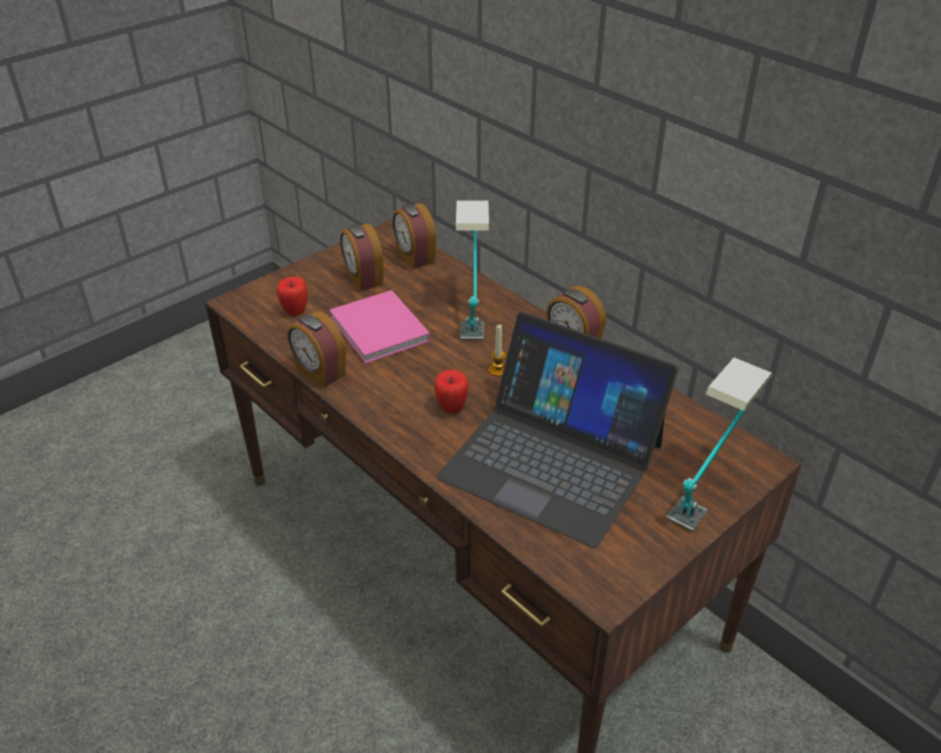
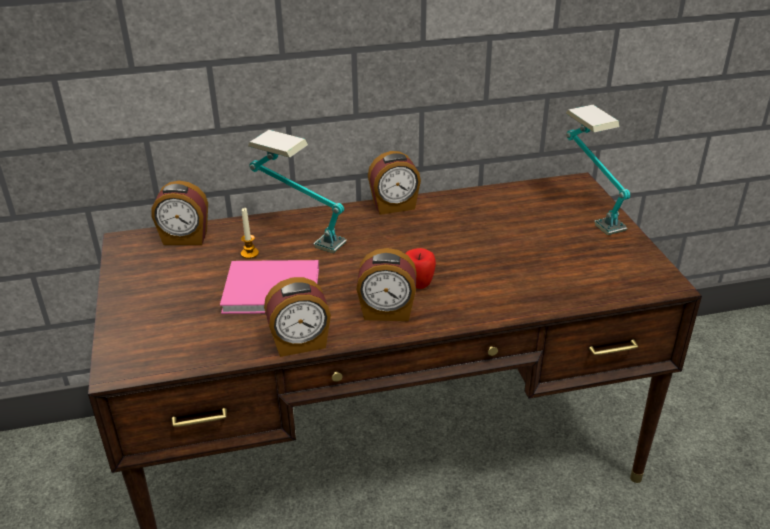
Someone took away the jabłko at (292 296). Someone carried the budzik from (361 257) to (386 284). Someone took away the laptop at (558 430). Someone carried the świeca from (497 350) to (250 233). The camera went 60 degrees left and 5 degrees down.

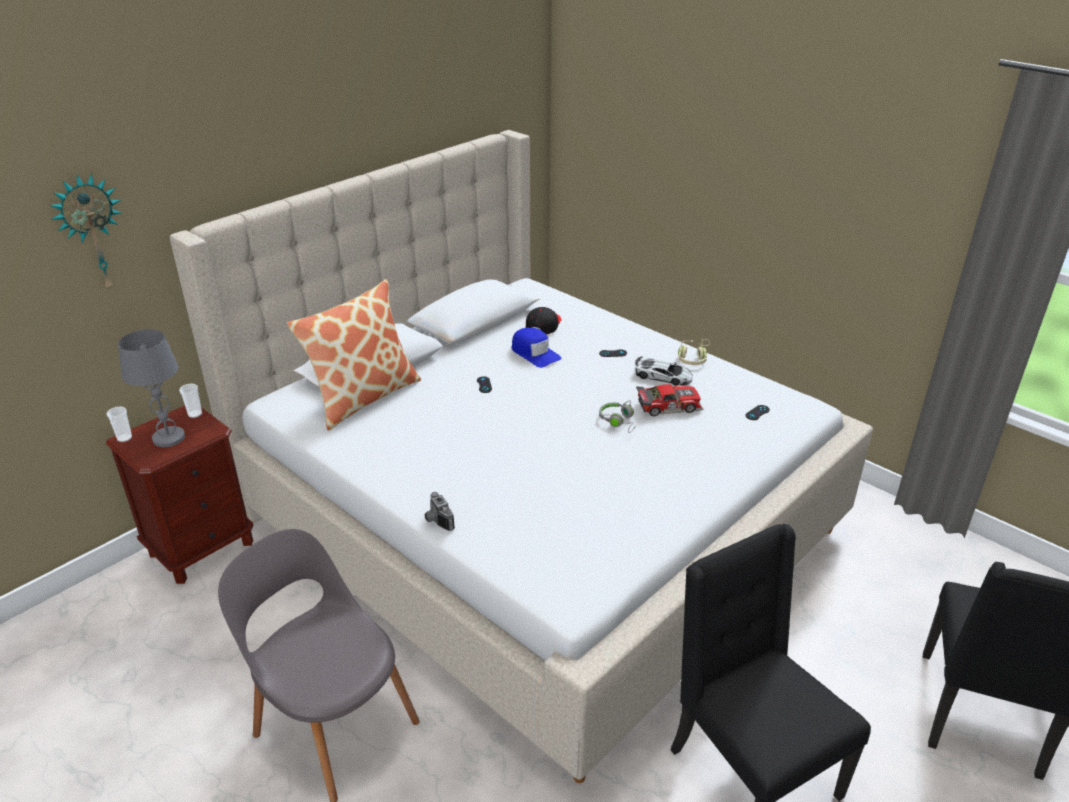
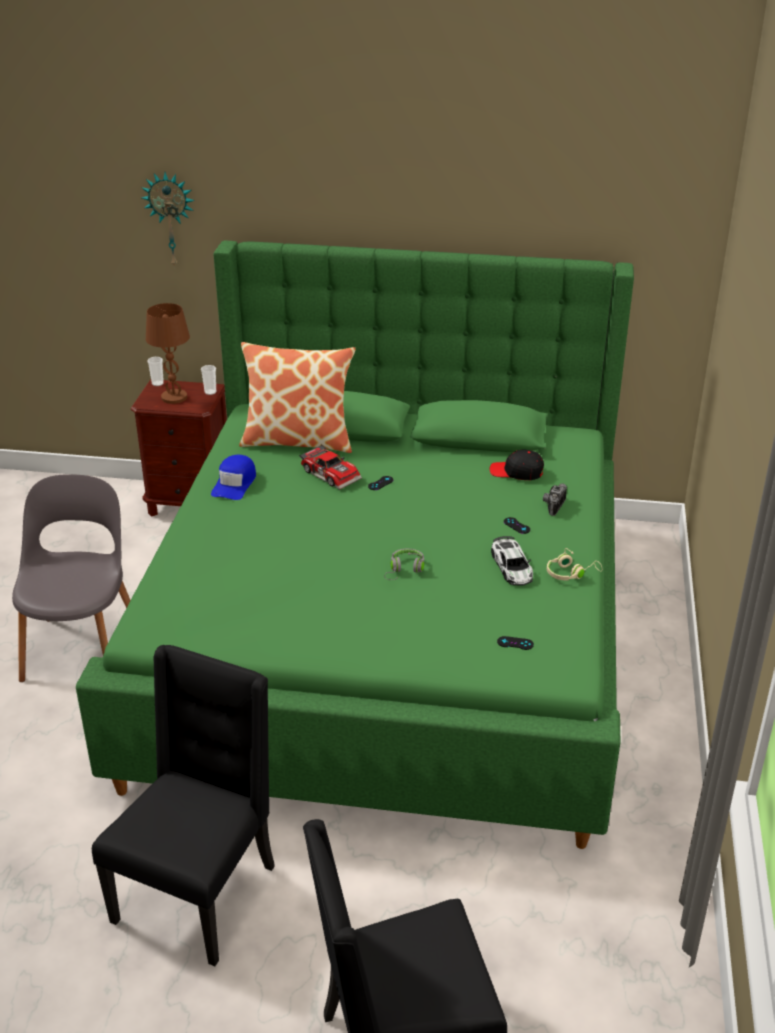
Someone repainted the lampa stołowa (szary) at (151 388), which became the lampa stołowa (brązowy) at (168 353). Someone repainted the łóżko (beżowy) at (521 456), which became the łóżko (zielony) at (355 544). Someone carried the aparat fotograficzny from (440 511) to (555 500). Someone carried the czapka z daszkiem (niebieski) from (536 347) to (233 477). Someone rotated the czapka z daszkiem (czarny) at (544 320) by 150 degrees counterclockwise. Someone carried the samochodzik from (669 400) to (330 467). The camera went 55 degrees right and 0 degrees up.

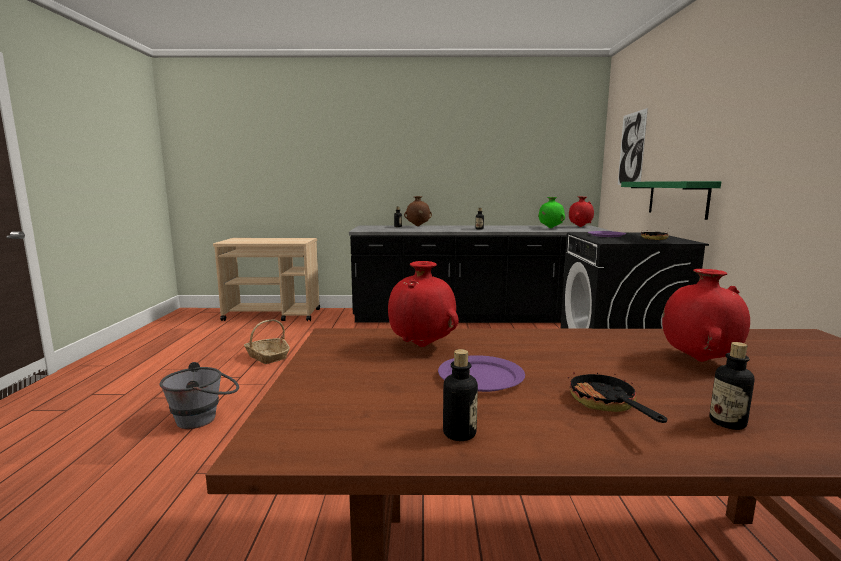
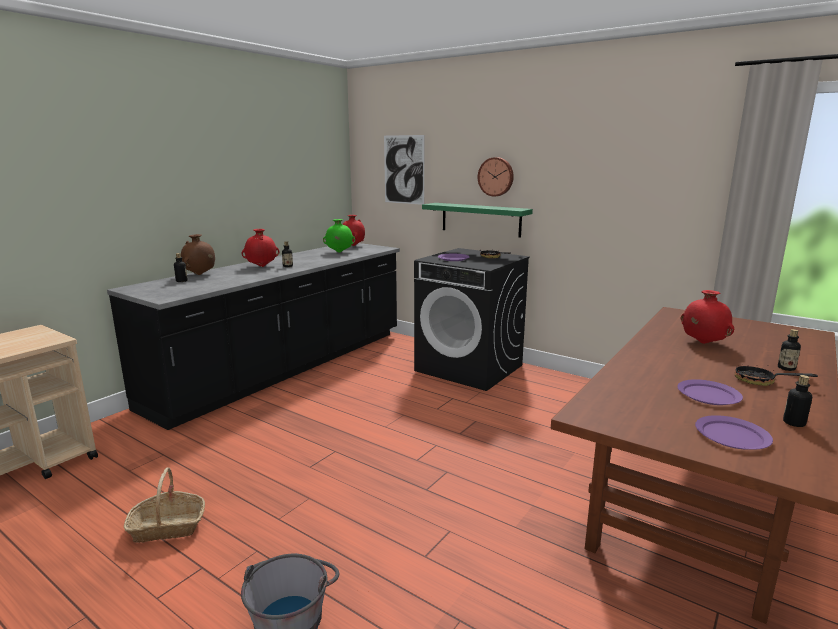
Someone carried the wazon (czerwony) from (423 304) to (261 248). Someone put up the zegar ścienny at (496 177). Someone put down the talerz (fioletowy) at (734 432). The camera went 55 degrees left and 5 degrees up.

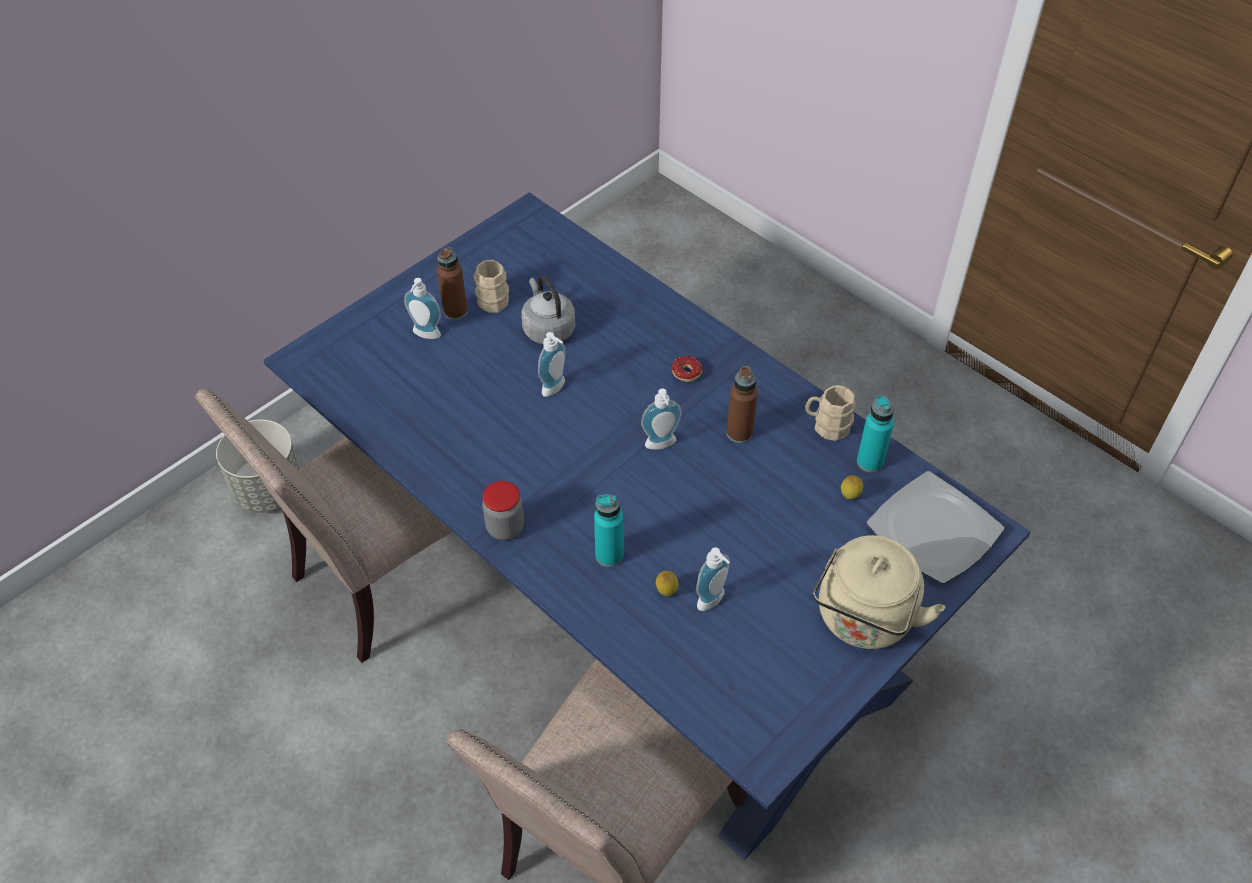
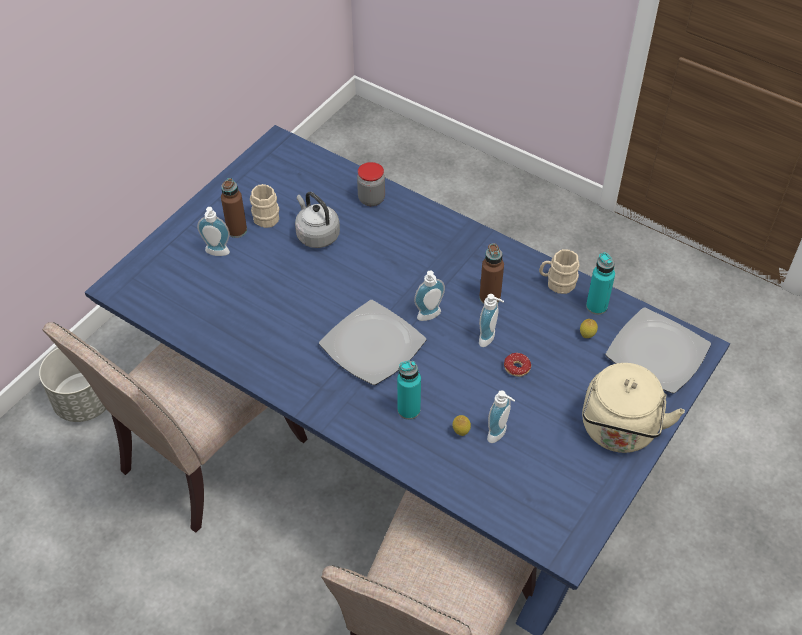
Someone carried the słoik from (503 511) to (371 184). Someone carried the dozownik mydła from (551 364) to (491 320). Someone carried the donut from (687 369) to (517 365). Someone put down the talerz at (372 342). The camera went 10 degrees left and 0 degrees up.

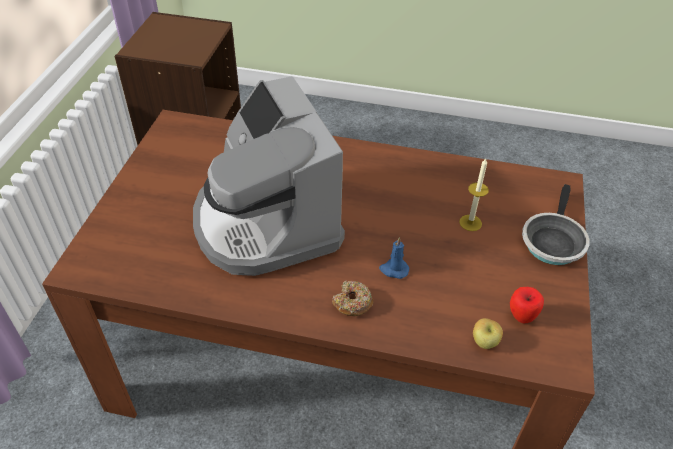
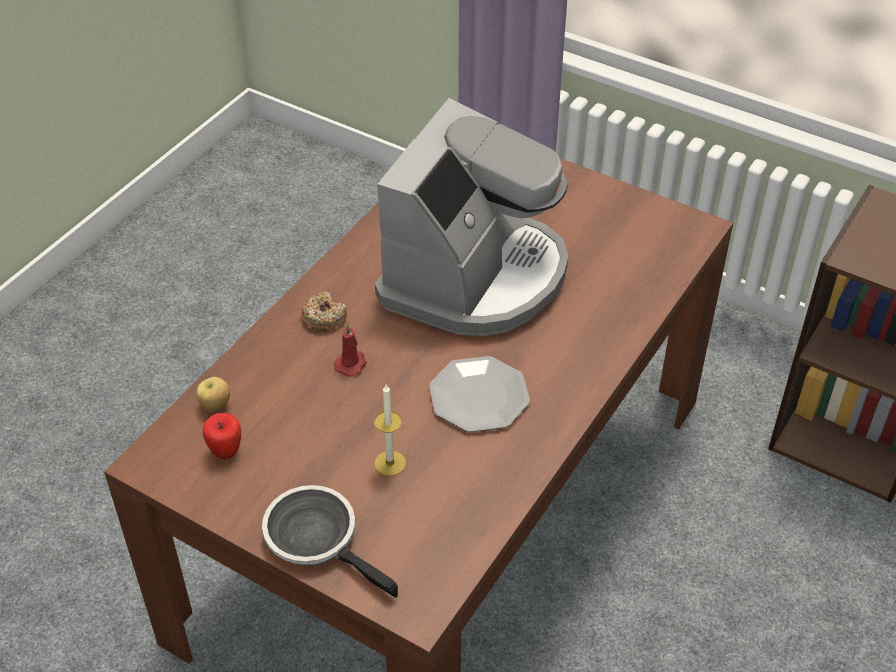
Someone rotated the ekspres do kawy at (269 176) by 120 degrees clockwise. Someone repainted the świeca (niebieski) at (394 258), which became the świeca (czerwony) at (350 350). Someone put down the talerz at (479 394). The camera went 110 degrees right and 0 degrees up.

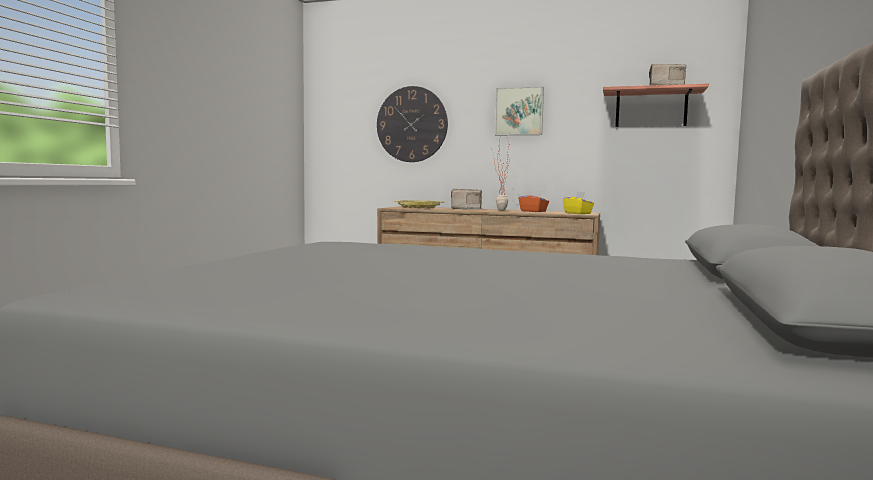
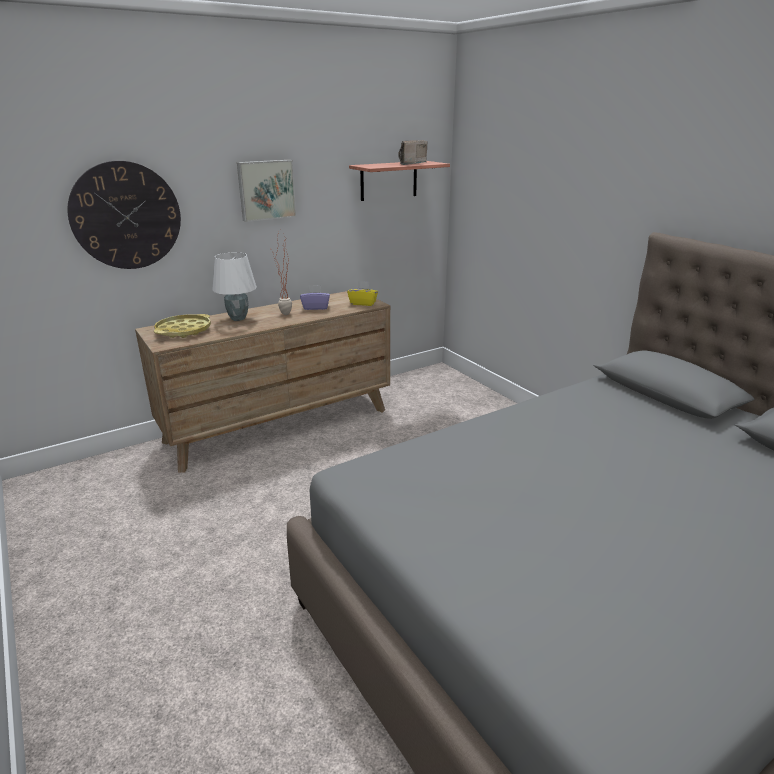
Someone swapped the radio at (466 199) for the lampa stołowa (biały) at (235 286). Someone repainted the pudełko chusteczek (pomarańczowy) at (533 201), which became the pudełko chusteczek (fioletowy) at (315 297). The camera went 50 degrees left and 20 degrees up.

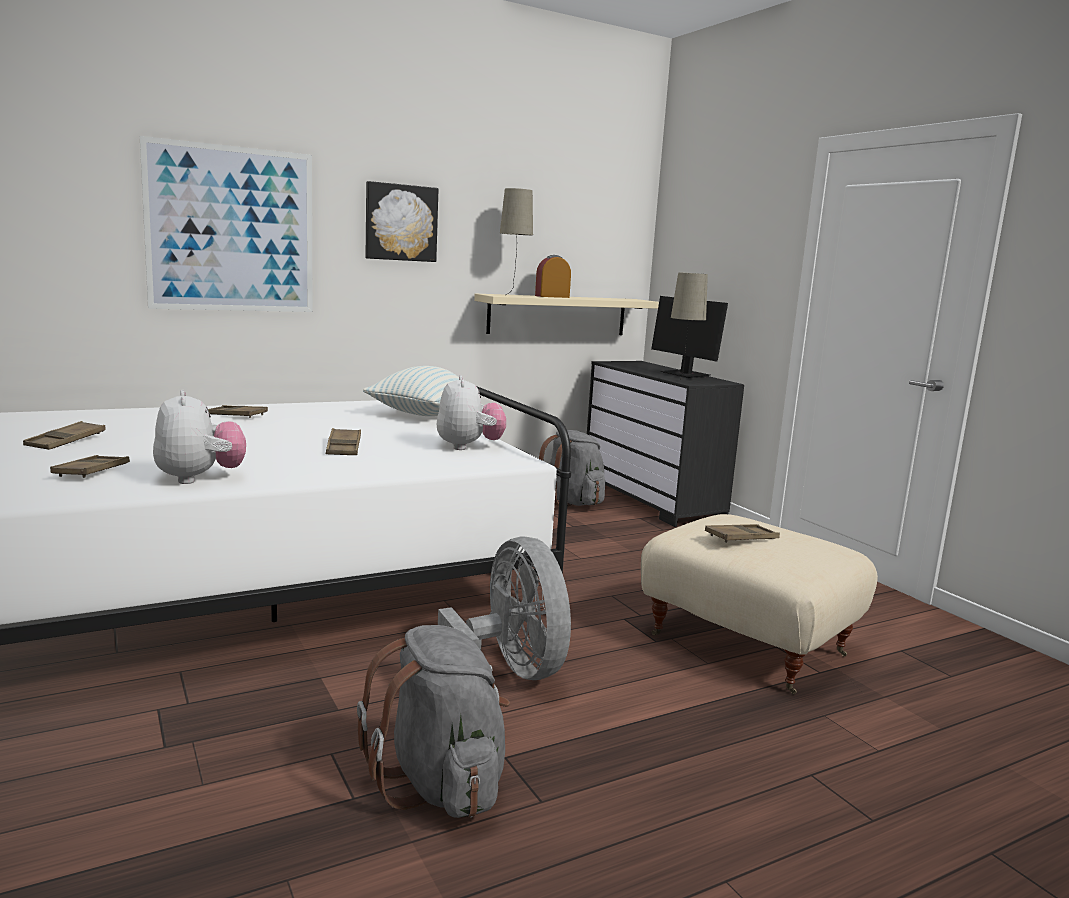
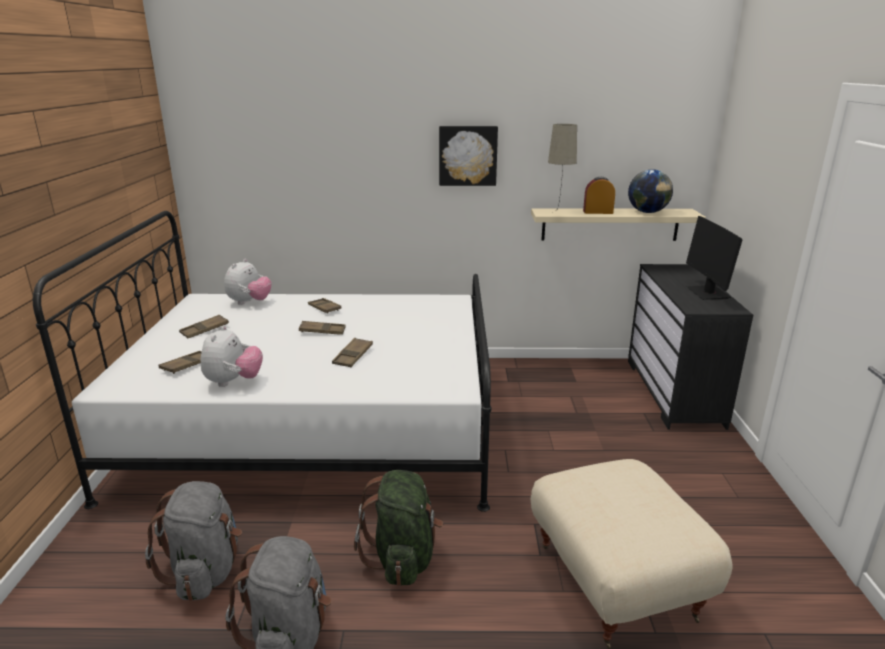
Someone took away the obraz at (226 224). Someone took away the poduszka at (411 391). Someone carried the pluszak from (471 412) to (248 282). Someone swapped the wentylator (szary) at (504 608) for the plecak (zielony) at (398 528). Someone carried the plecak (szary) from (572 468) to (193 541). Someone took away the lampa stołowa (beżowy) at (689 326). Someone carried the taca (brązowy) from (742 533) to (322 328). Someone put down the globus at (650 191). The camera went 30 degrees right and 10 degrees up.

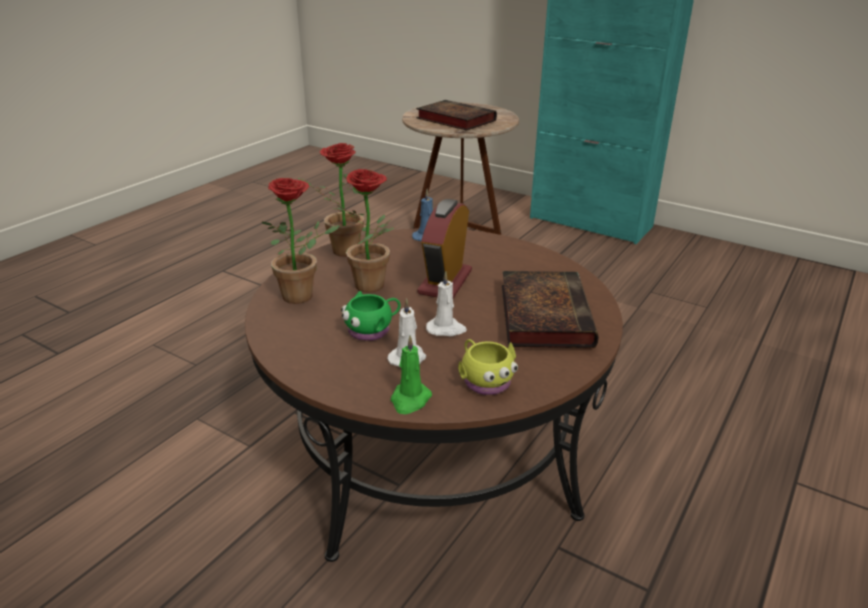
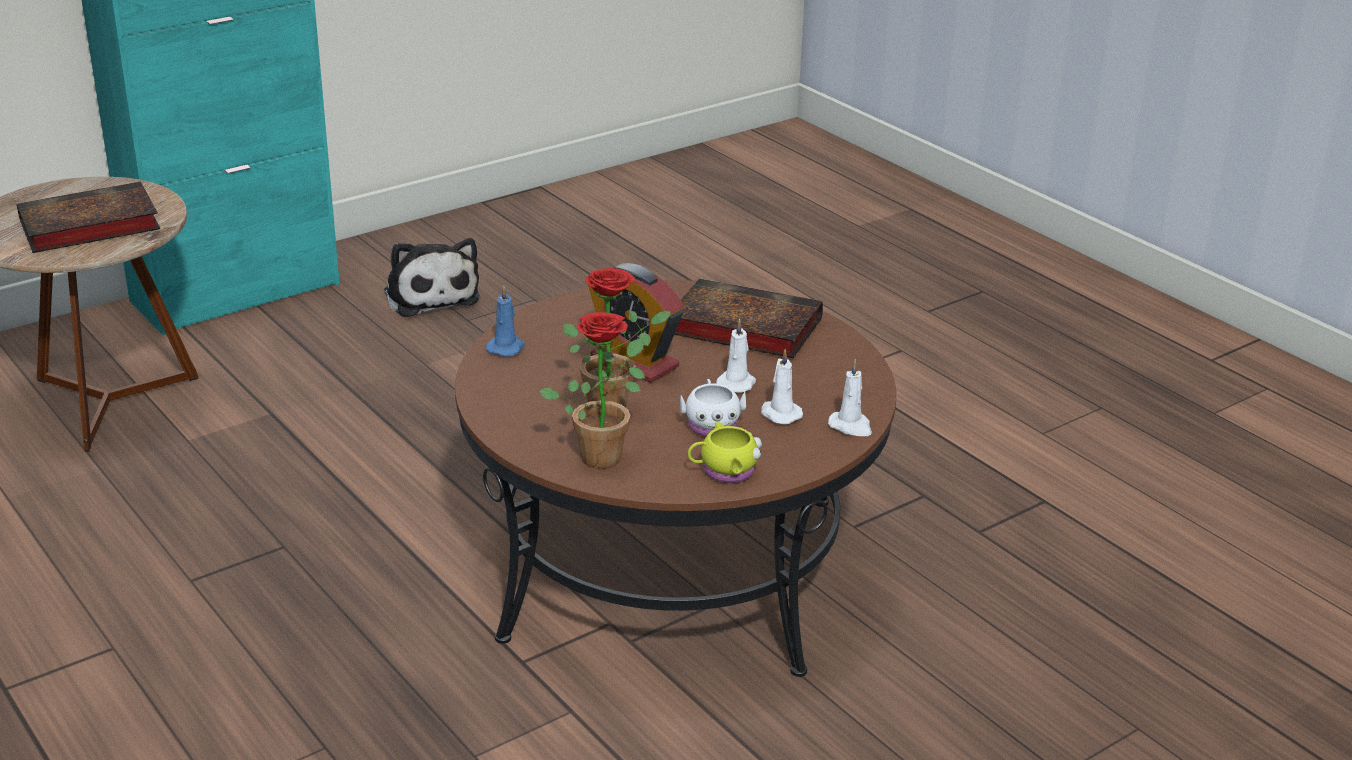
Someone took away the roślina doniczkowa at (331 200). Someone repainted the kubek (zielony) at (371 316), which became the kubek (biały) at (713 408). Someone repainted the świeca (zielony) at (411 374), which became the świeca (biały) at (850 397). Someone carried the kubek (żółty) from (488 367) to (725 452). Someone put down the pluszak at (432 277). The camera went 70 degrees left and 0 degrees up.

